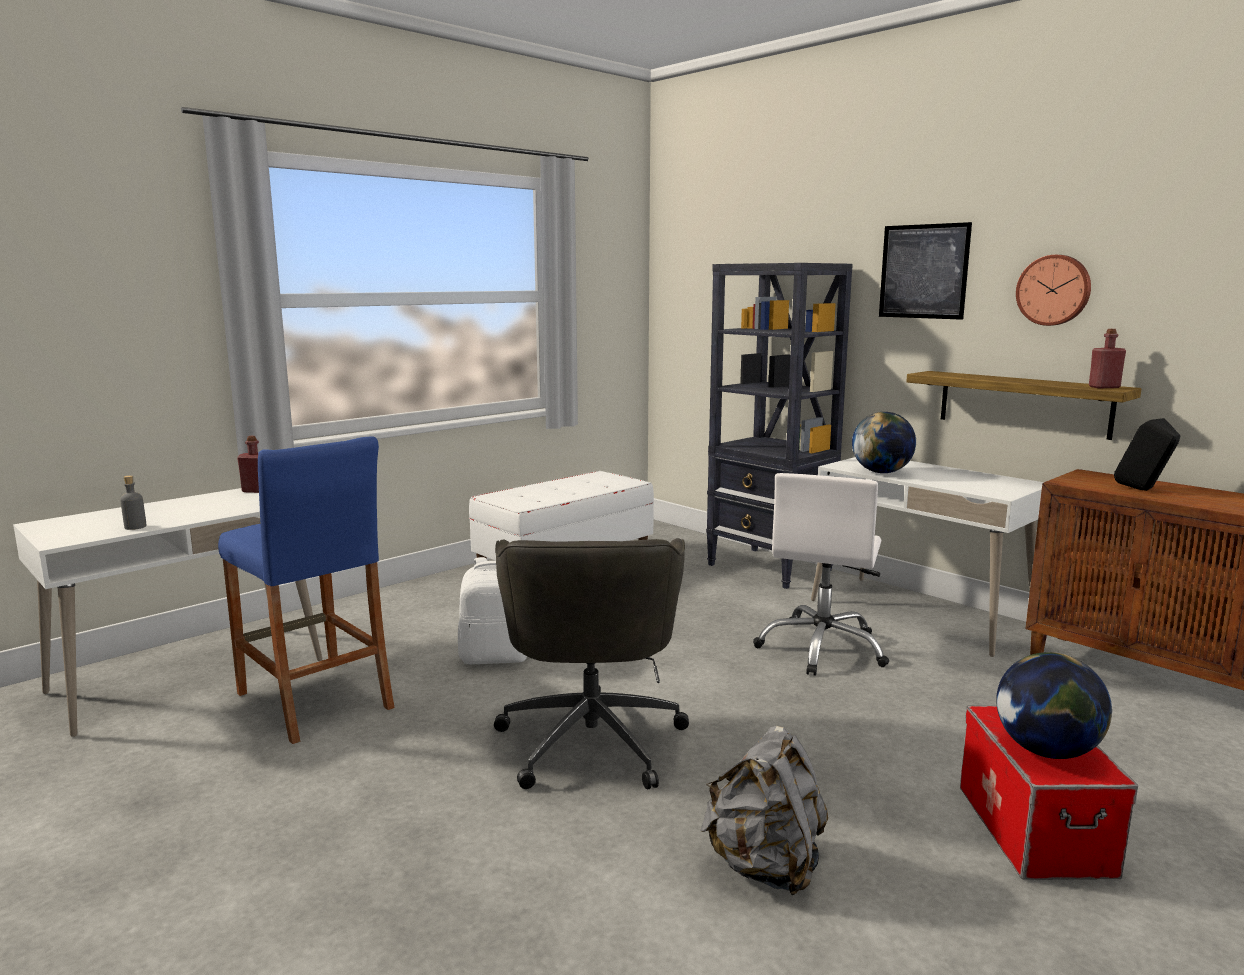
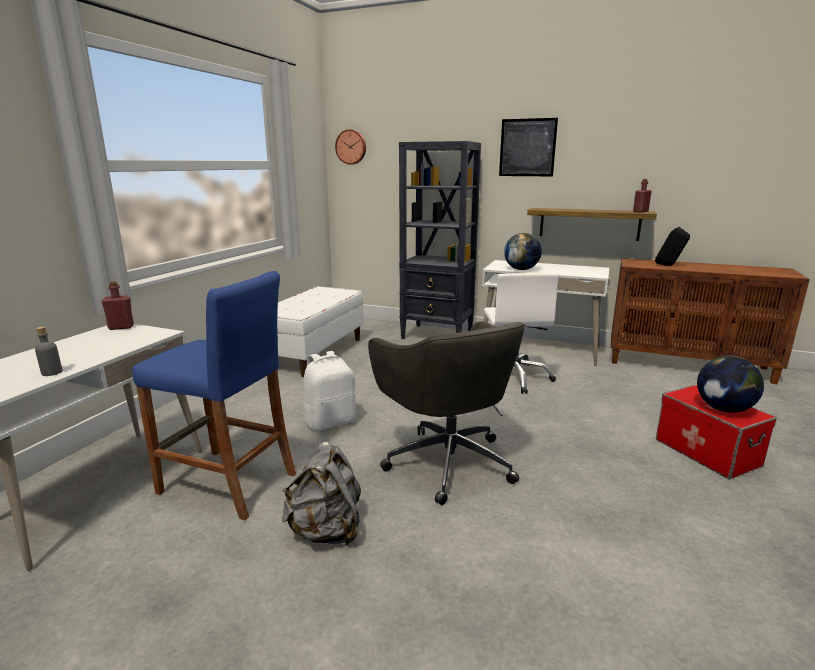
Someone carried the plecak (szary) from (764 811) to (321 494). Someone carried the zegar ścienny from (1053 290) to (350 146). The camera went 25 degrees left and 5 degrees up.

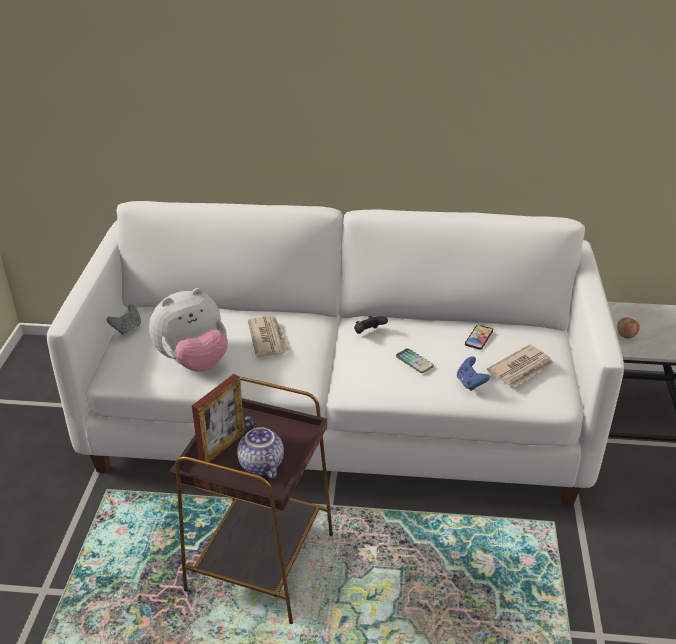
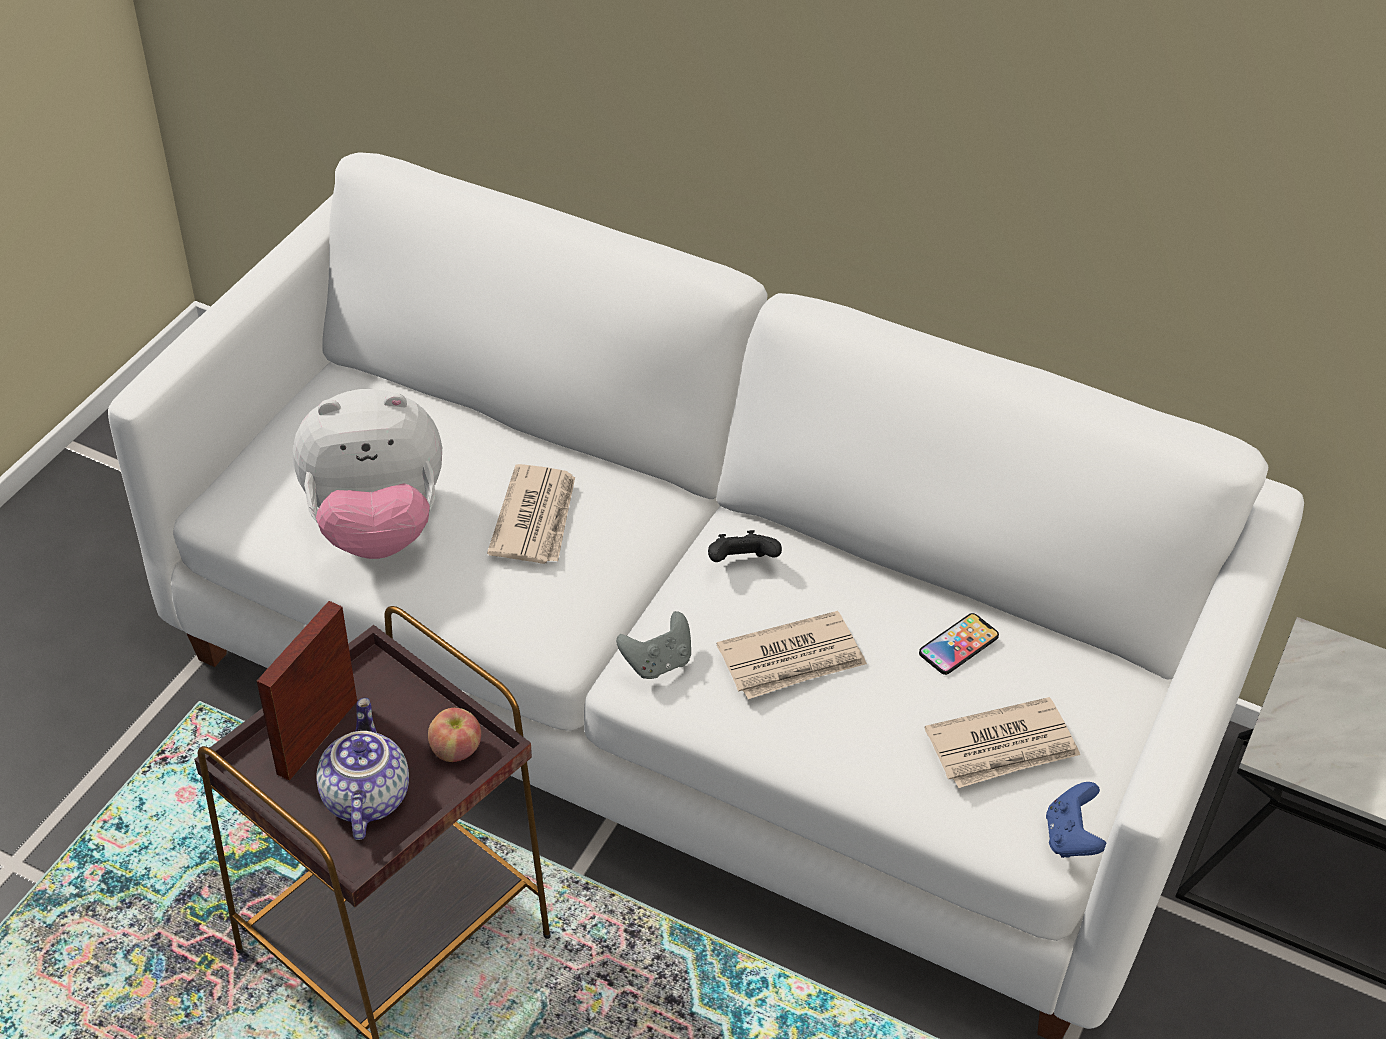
Someone carried the pad do gier (szary) from (124 319) to (653 645). Someone rotated the ramka na zdjęcie at (218 420) by 150 degrees clockwise. Someone swapped the telefon at (415 360) for the gazeta at (792 655). Someone carried the pad do gier (niebieski) from (473 373) to (1076 820). Someone carried the jabłko from (628 328) to (454 735). The camera went 20 degrees right and 10 degrees up.

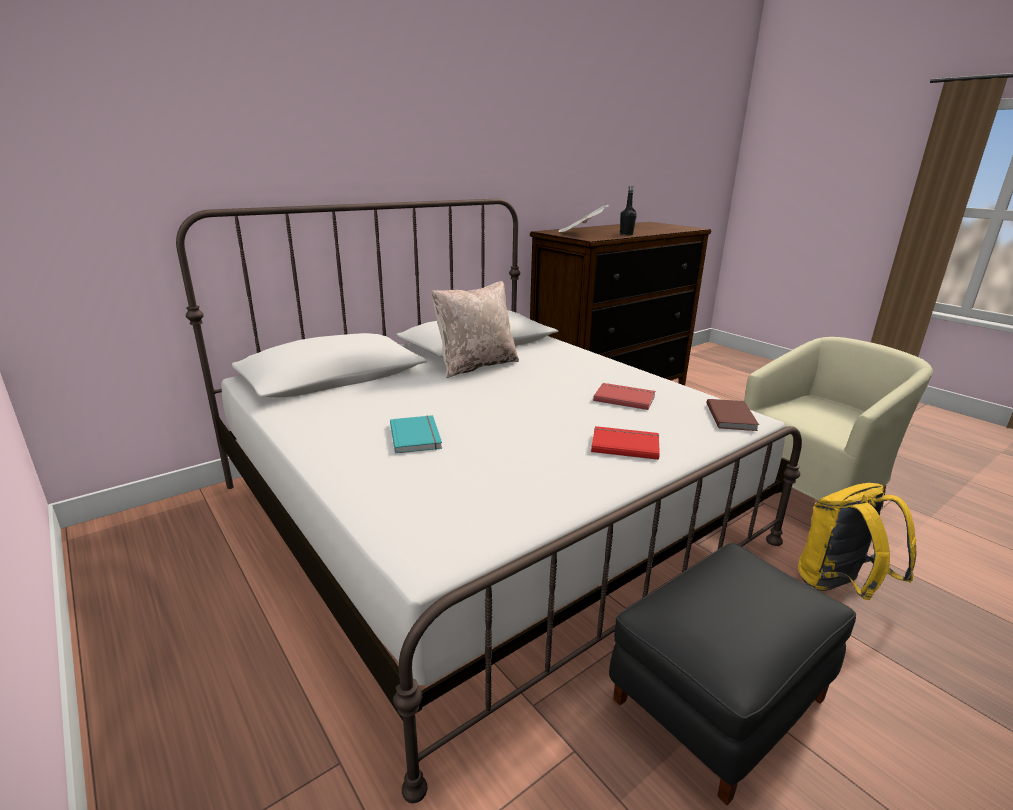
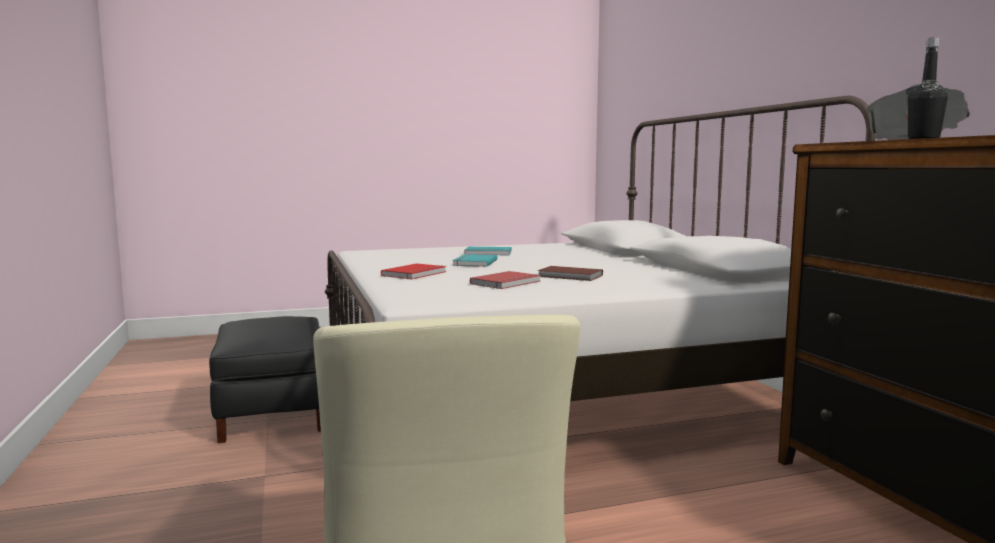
Someone took away the poduszka (beżowy) at (475 329). Someone carried the książka (brązowy) from (732 415) to (570 273). Someone took away the plecak (żółty) at (857 541). Someone put down the książka (turkusowy) at (475 260). The camera went 110 degrees right and 15 degrees down.

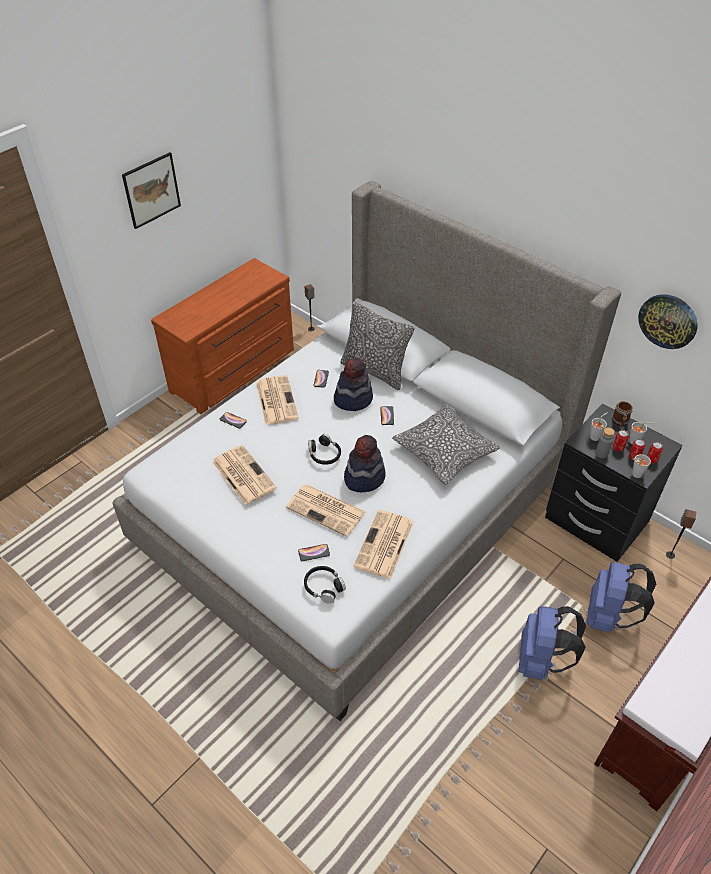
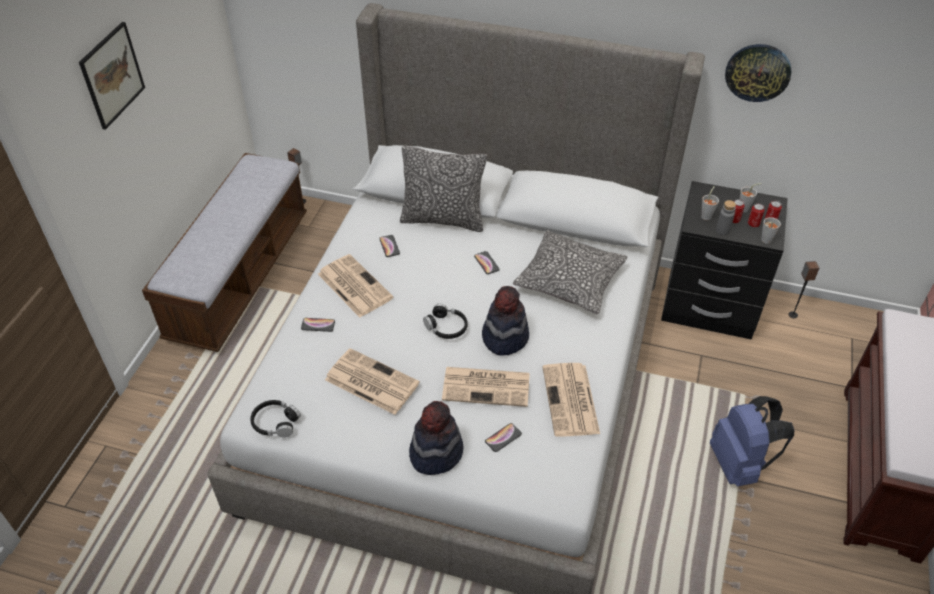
Someone swapped the komoda (brązowy) at (222 336) for the ławka at (224 252). Someone carried the słuchawki (czarny) from (325 585) to (275 419). Someone carried the kapelusz from (353 384) to (436 438). Someone took away the plecak (niebieski) at (621 597). Someone took away the kubek at (622 415). The camera went 25 degrees left and 0 degrees up.

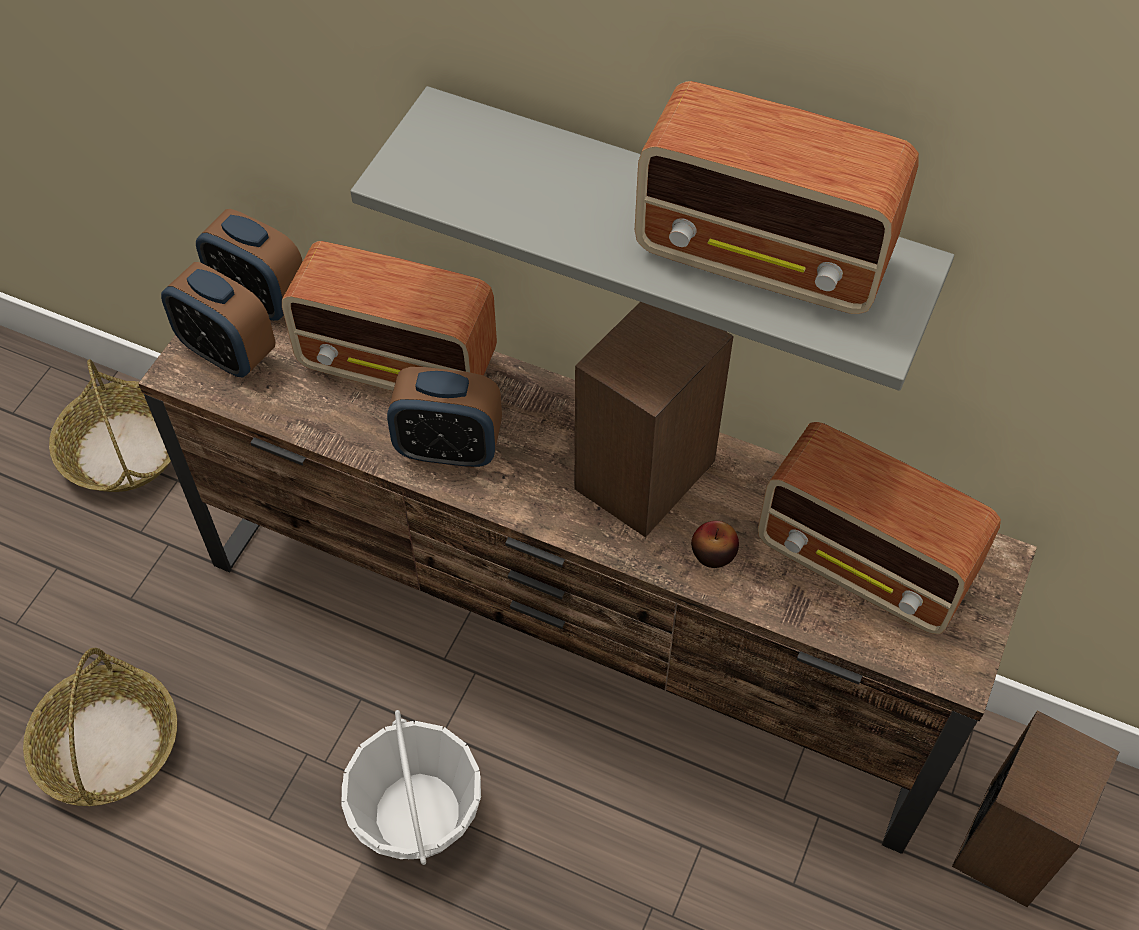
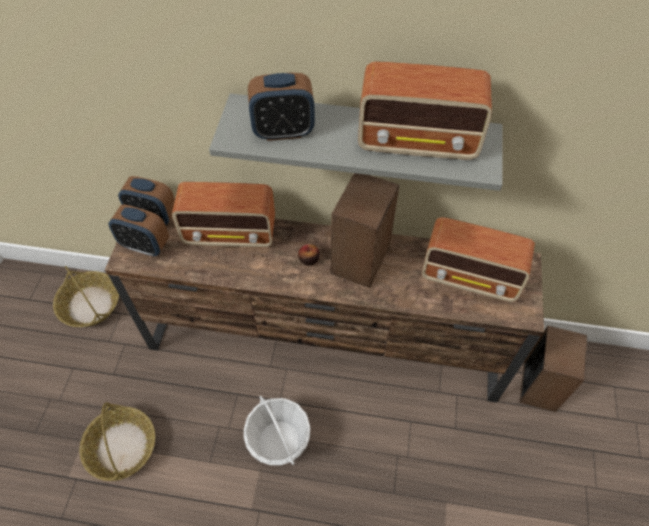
Someone carried the budzik from (444 417) to (281 107). Someone carried the jabłko from (715 544) to (309 255). The camera went 15 degrees left and 0 degrees up.

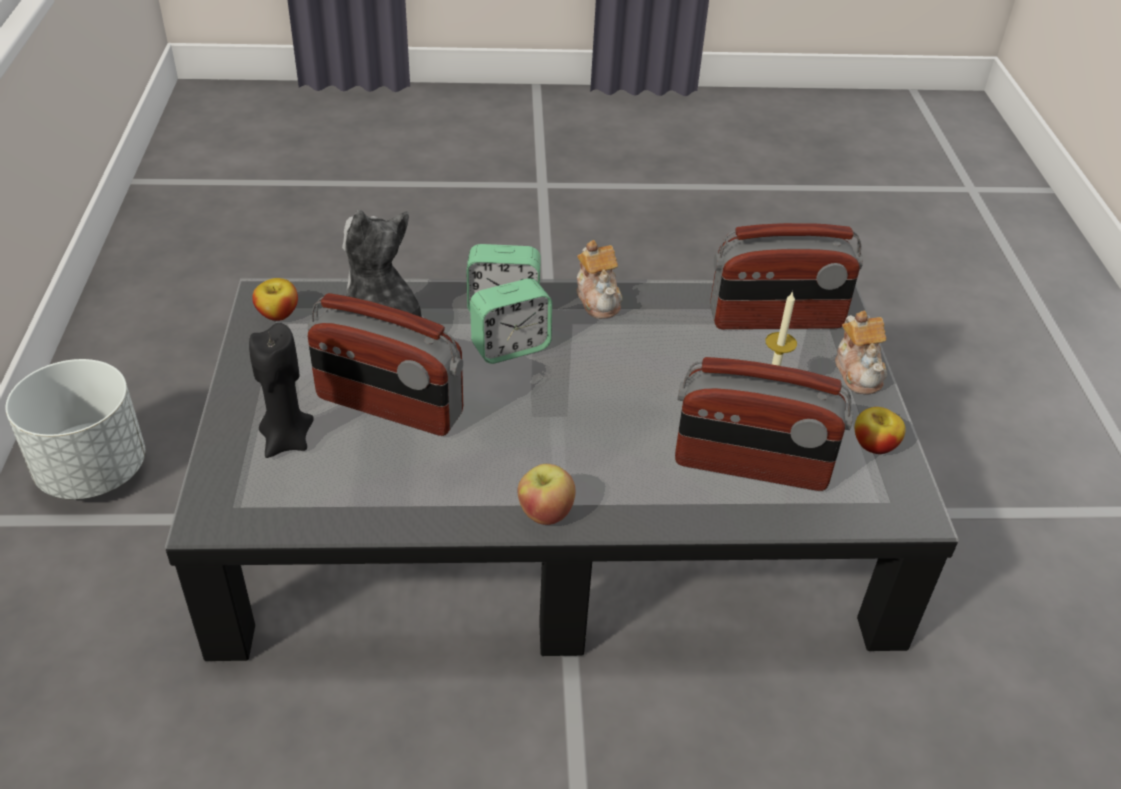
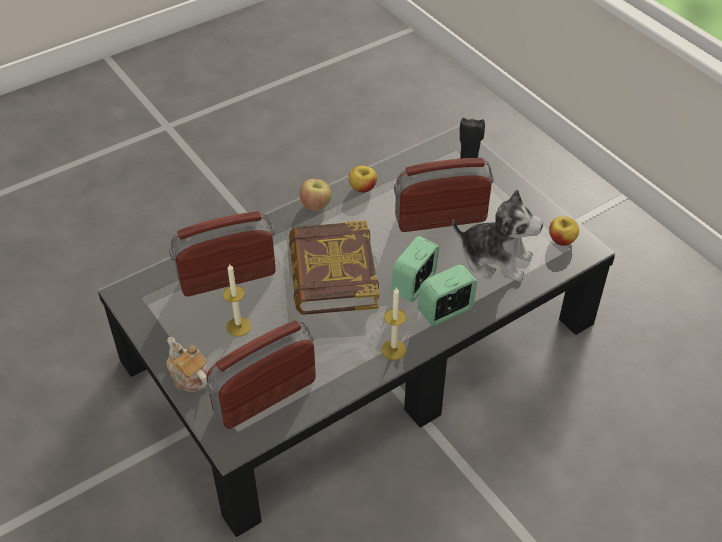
Someone took away the donica (biały) at (75 429). Someone swapped the imbryk at (599 279) for the świeca at (394 323). Someone carried the jabłko from (880 430) to (362 179). Someone put down the książka at (334 267). The camera went 150 degrees right and 5 degrees up.

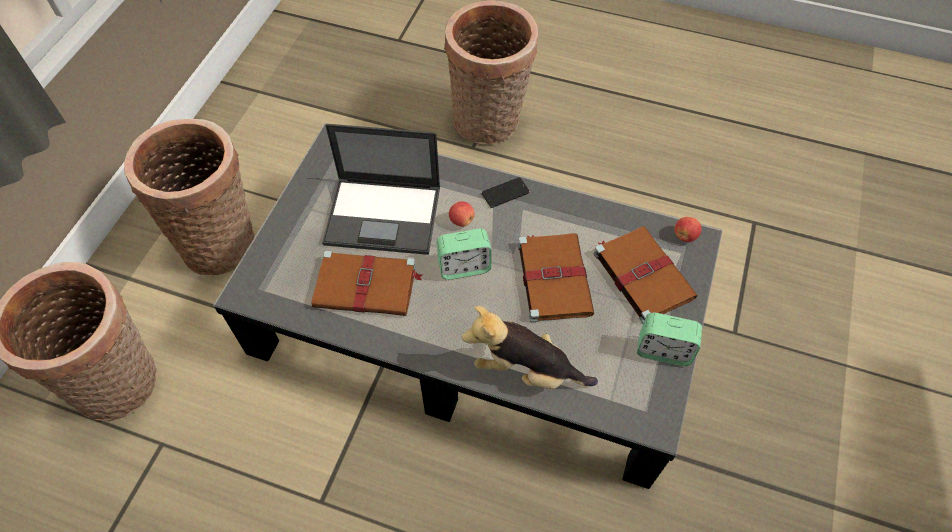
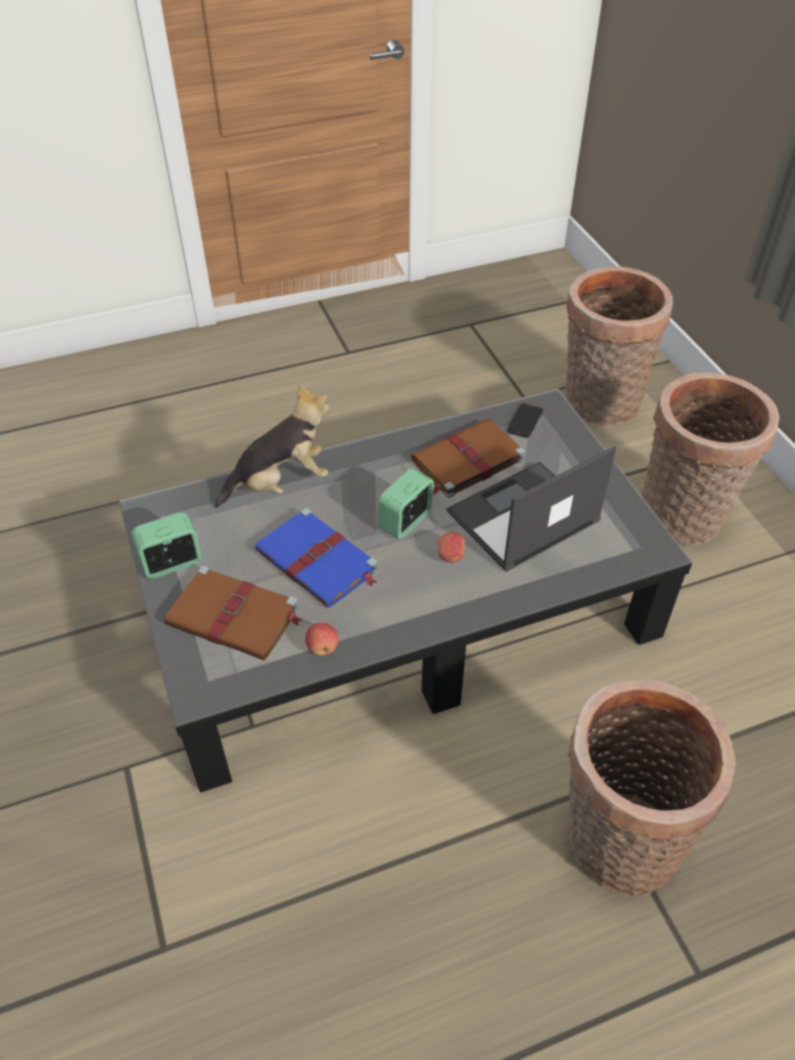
Someone carried the telefon from (505 192) to (525 420). Someone repainted the książka (brązowy) at (556 277), which became the książka (niebieski) at (316 558). Someone carried the jabłko from (687 229) to (322 639). The camera went 140 degrees right and 10 degrees down.

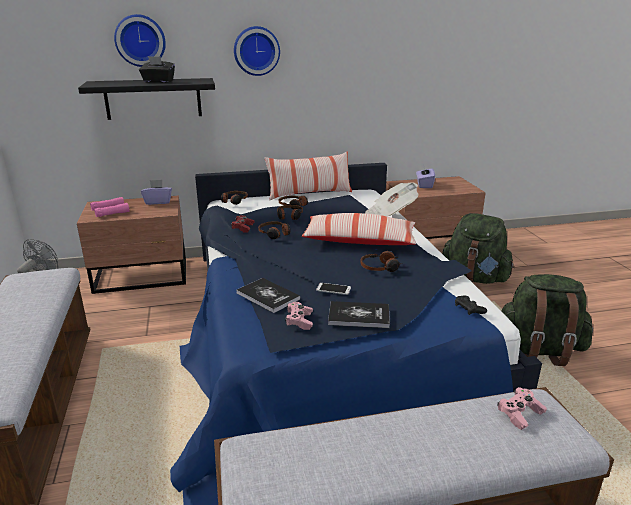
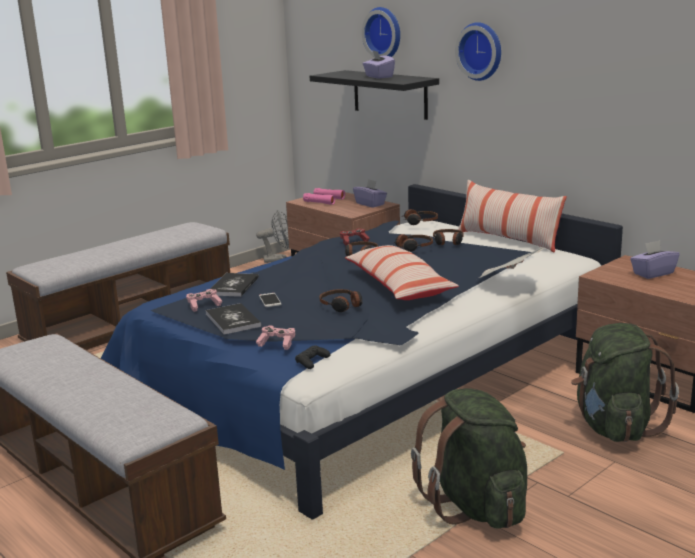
Someone repainted the pudełko chusteczek (czarny) at (157 69), which became the pudełko chusteczek (fioletowy) at (379 64). Someone carried the pad do gier (różowy) from (522 408) to (276 337). The camera went 60 degrees right and 5 degrees down.

